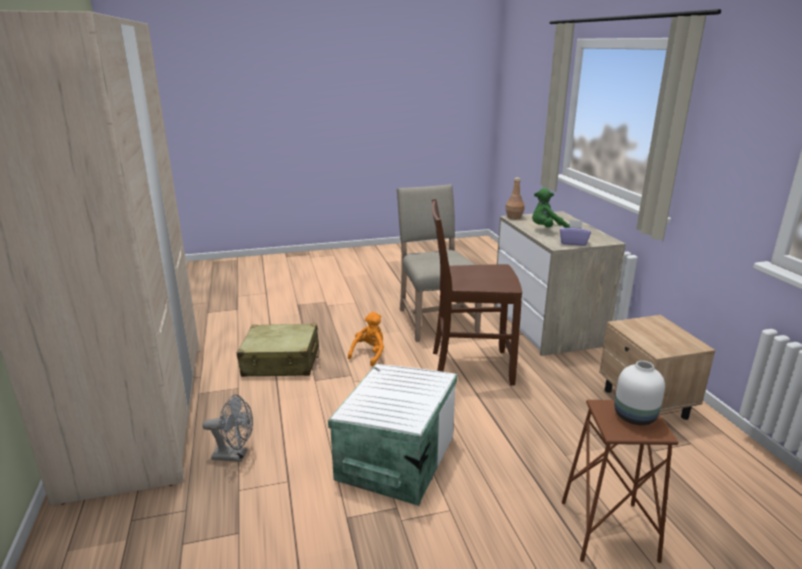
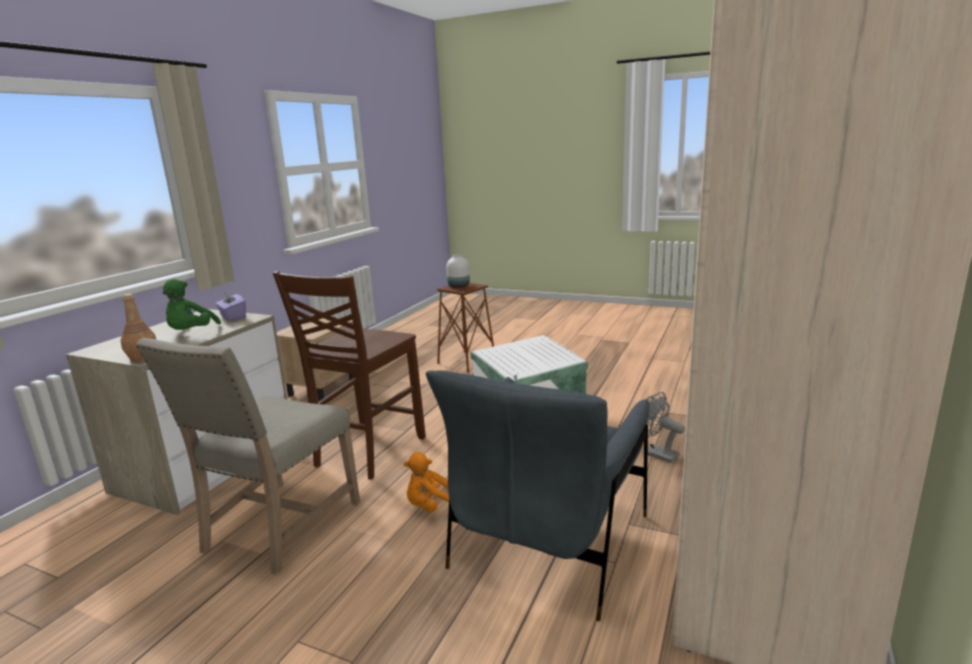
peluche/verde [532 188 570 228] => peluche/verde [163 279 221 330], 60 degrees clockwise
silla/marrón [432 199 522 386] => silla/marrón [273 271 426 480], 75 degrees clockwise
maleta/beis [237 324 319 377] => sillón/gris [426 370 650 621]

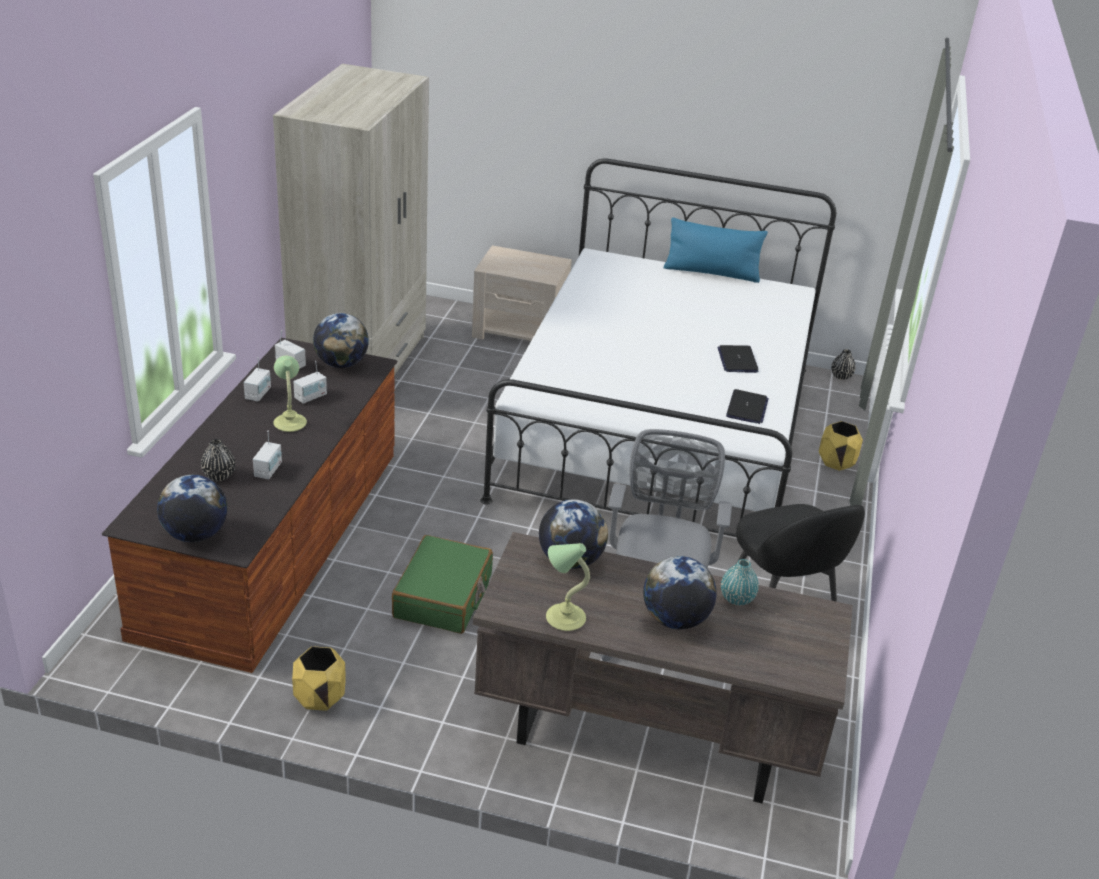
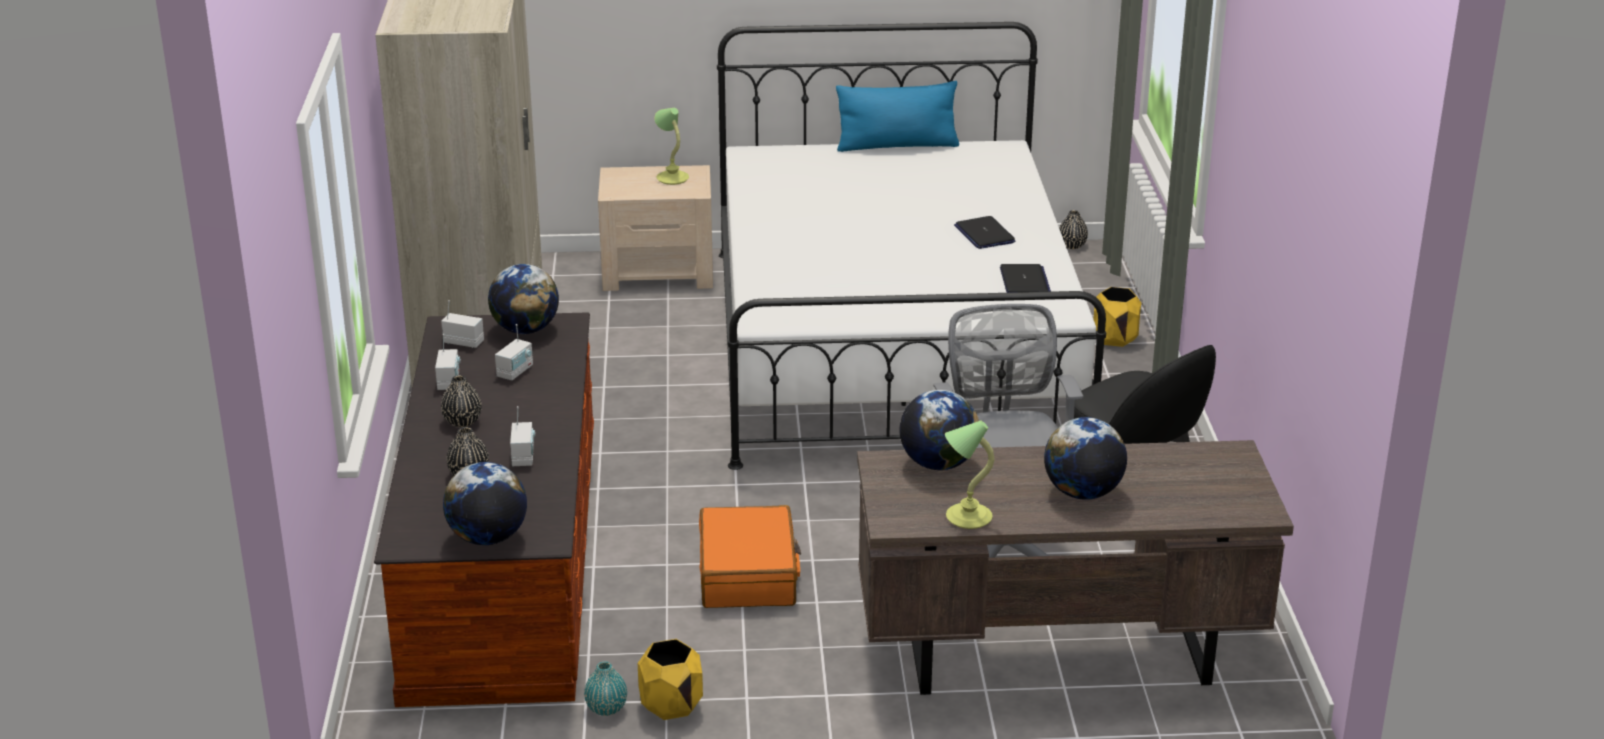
lámpara de mesa [274 356 307 432] => lámpara de mesa [654 108 689 185], moved
maleta/verde [392 535 493 634] => maleta/naranja [699 505 801 608]
florero/turquesa [721 559 759 605] => florero/turquesa [584 661 627 716], moved
nothing => florero/negro [441 375 482 427]

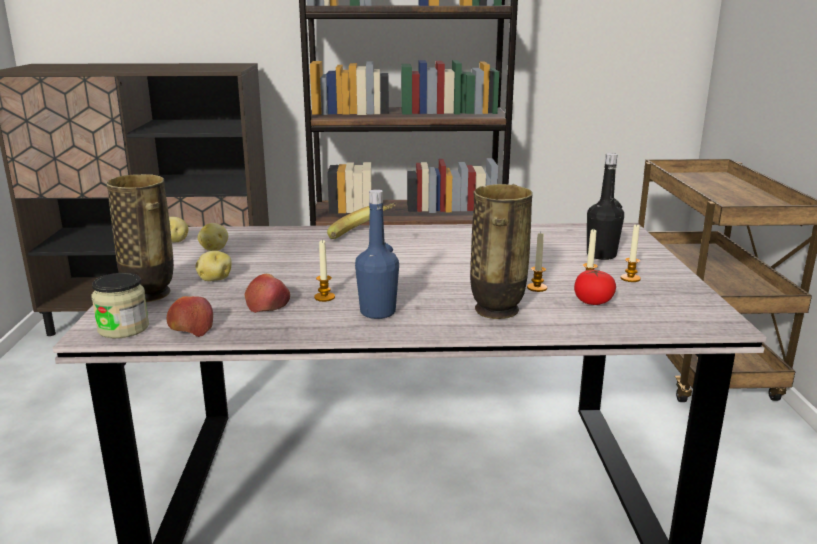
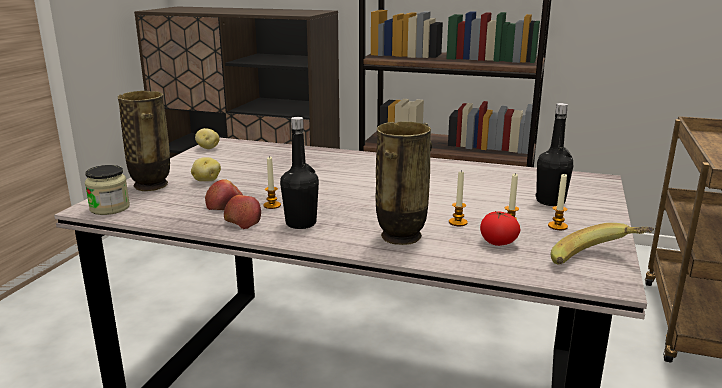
botella/azul [355 189 399 319] => botella/negro [280 117 319 229]
plátano [327 203 397 239] => plátano [551 223 654 265], moved
patata [198 223 228 251] => nothing
manzana [167 296 213 337] => manzana [224 195 261 229], moved

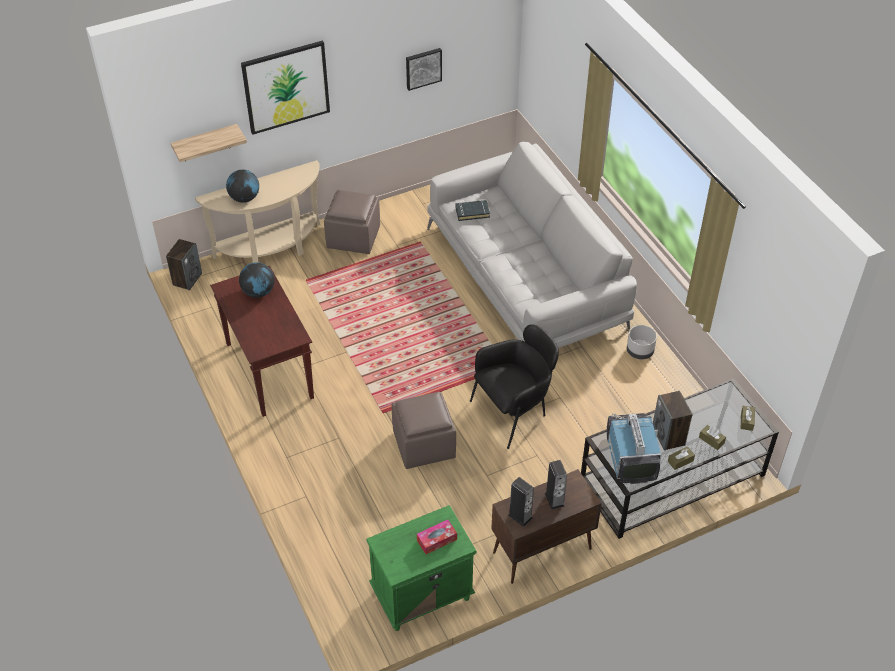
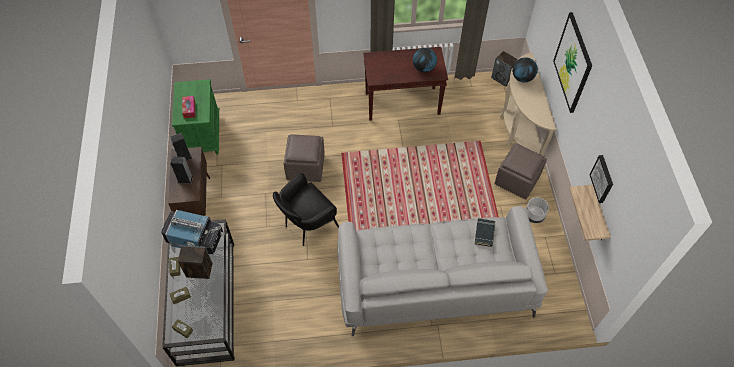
estante [171 124 247 162] => estante [569 185 611 241], moved
sillón/negro [470 324 559 449] => sillón/negro [273 173 339 246], 60 degrees clockwise
maceta/gris [627 325 657 360] => maceta/gris [526 197 549 223], moved

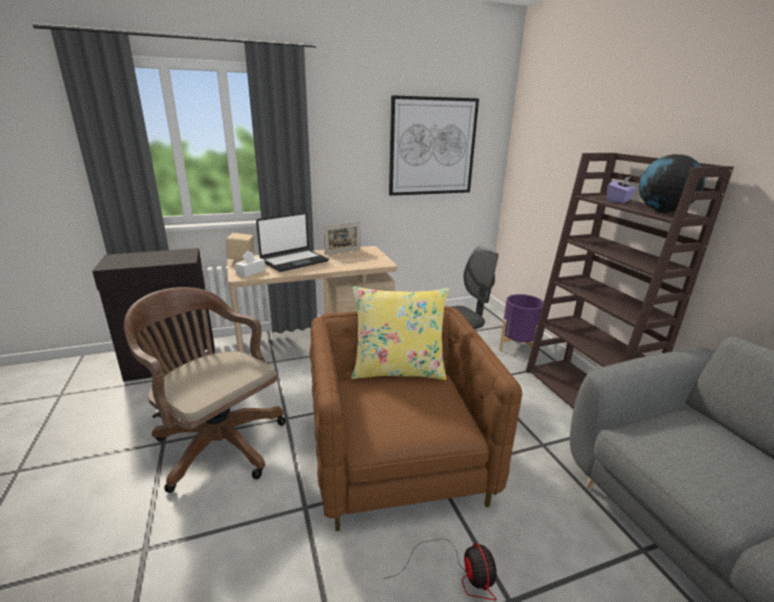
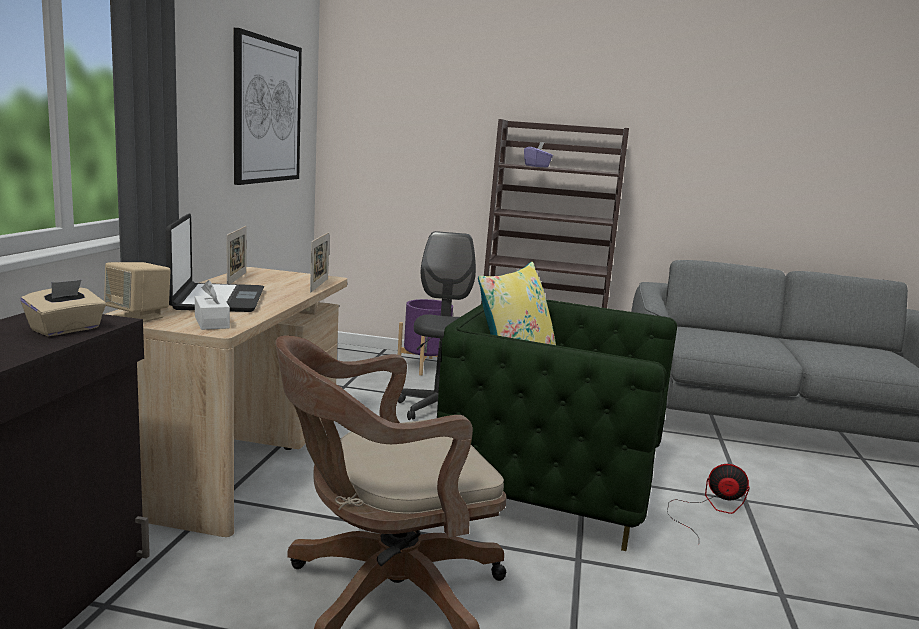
globo terráqueo [639 154 705 213] => nothing
sillón/marrón [309 306 522 531] => sillón/verde [437 299 677 551]
nothing => portarretratos [310 232 329 293]
nothing => caja de pañuelos/beis [21 280 106 336]

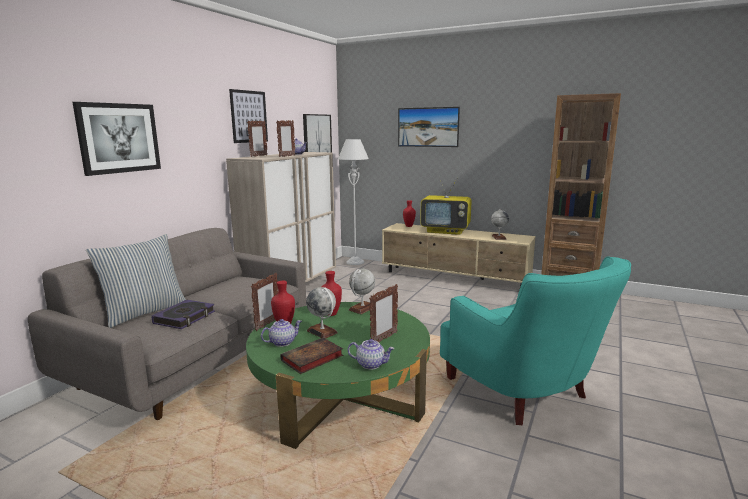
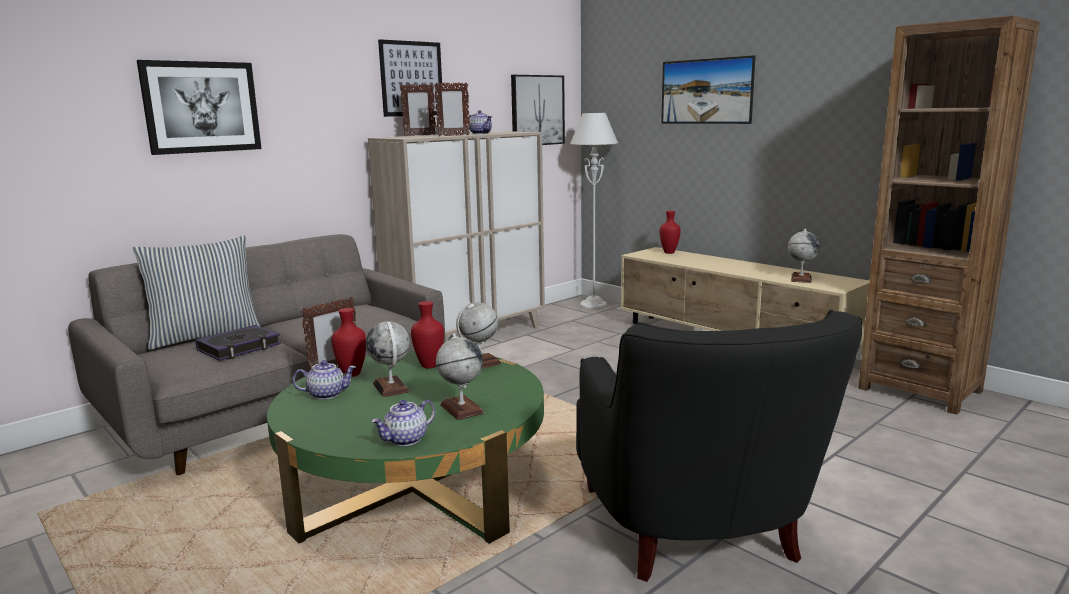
televisor [420 177 472 235] => nothing
sillón/turquesa [440 256 631 425] => sillón/negro [576 310 862 582]
portarretratos [369 284 398 342] => globo terráqueo [436 333 484 420]
libro [281 337 343 374] => nothing
tetera [348 339 395 370] => tetera [371 400 436 446], 105 degrees clockwise

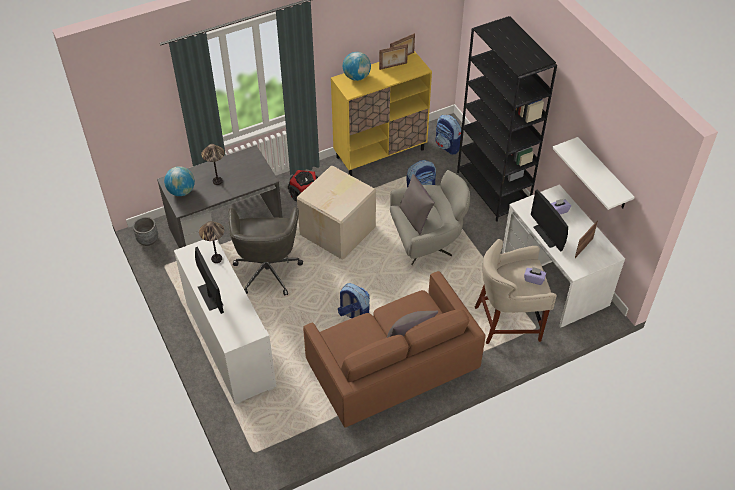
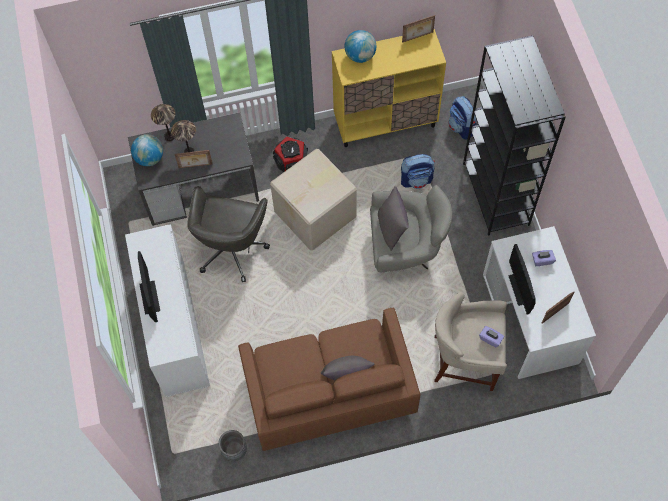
portarretratos [379 44 408 70] => portarretratos [175 150 212 168], moved
estante/blanco [552 137 635 210] => nothing
maceta/gris [133 217 158 246] => maceta/gris [218 430 247 461], moved
lámpara de mesa [199 221 224 263] => lámpara de mesa [151 104 176 141], moved
mochila [338 283 370 318] => nothing

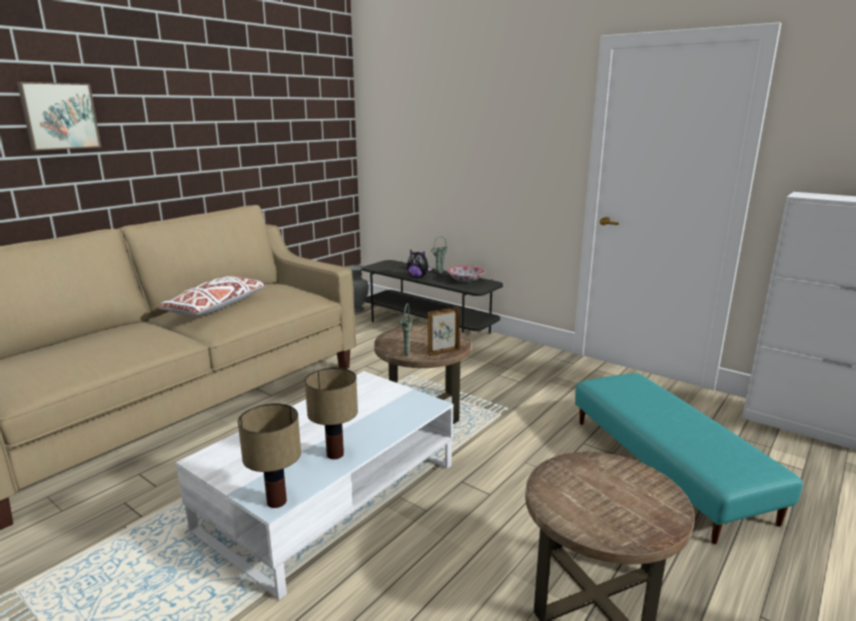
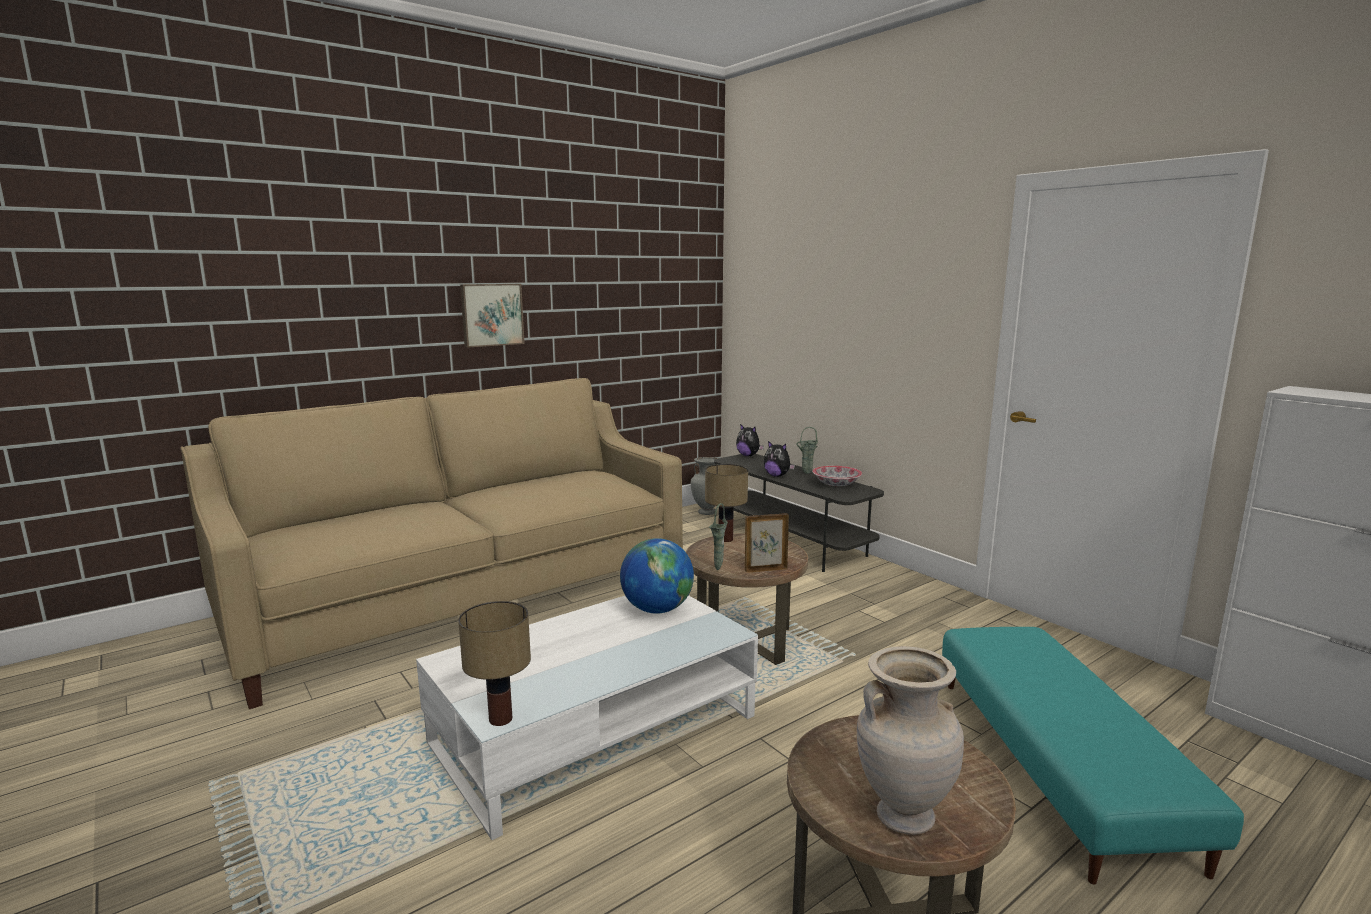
cuadro [17 82 101 151] => cuadro [460 284 525 348], moved
cojín/blanco [157 276 267 316] => nothing
lámpara de mesa [305 368 358 459] => lámpara de mesa [705 464 748 542], moved
nothing => peluche [736 424 764 456]
nothing => globo terráqueo [620 538 694 614]
nothing => florero/beis [857 646 964 835]

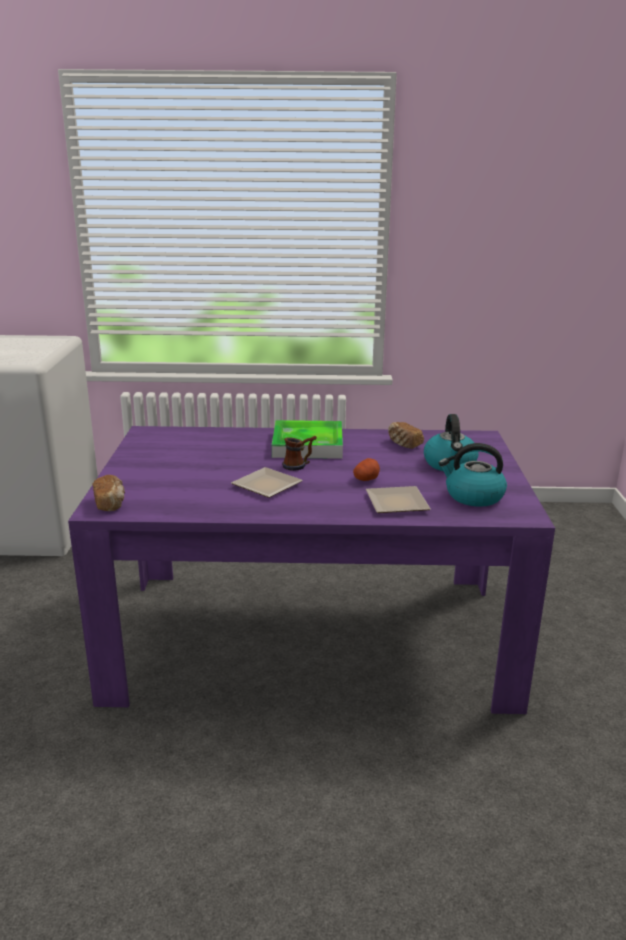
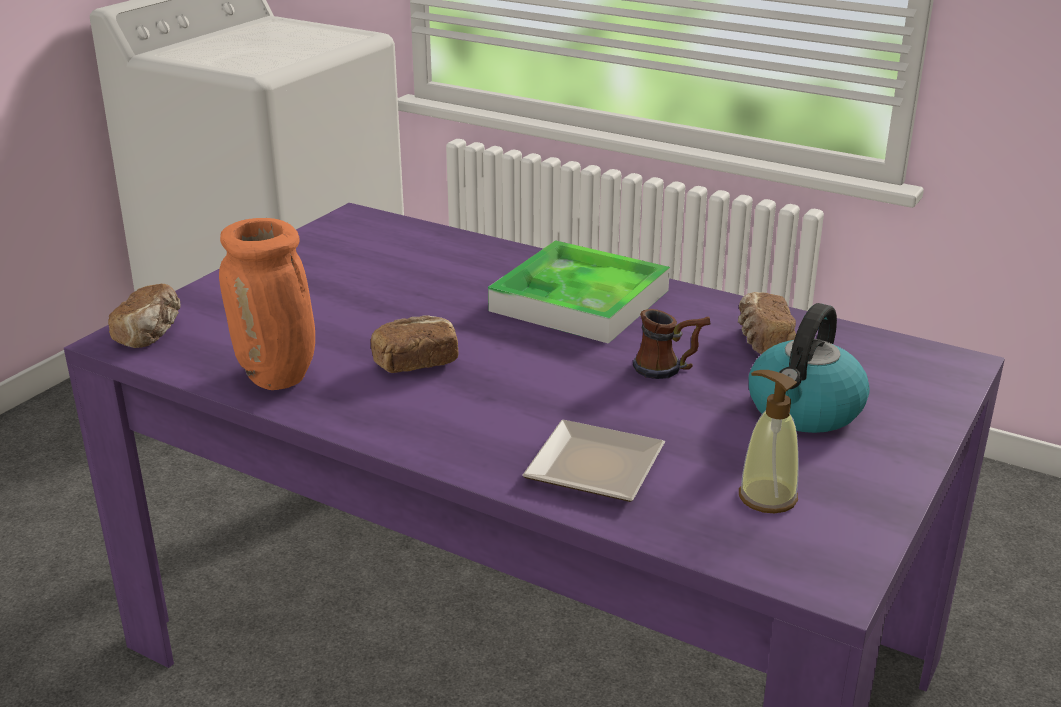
taza grande [282 436 317 471] => taza grande [633 309 710 379], moved
hervidor [439 443 507 507] => dispensador de jabón [739 370 799 513]
patata [353 458 380 481] => nothing
plato [231 467 303 498] => pan [371 315 459 373]
nothing => florero/naranja [219 218 315 390]

